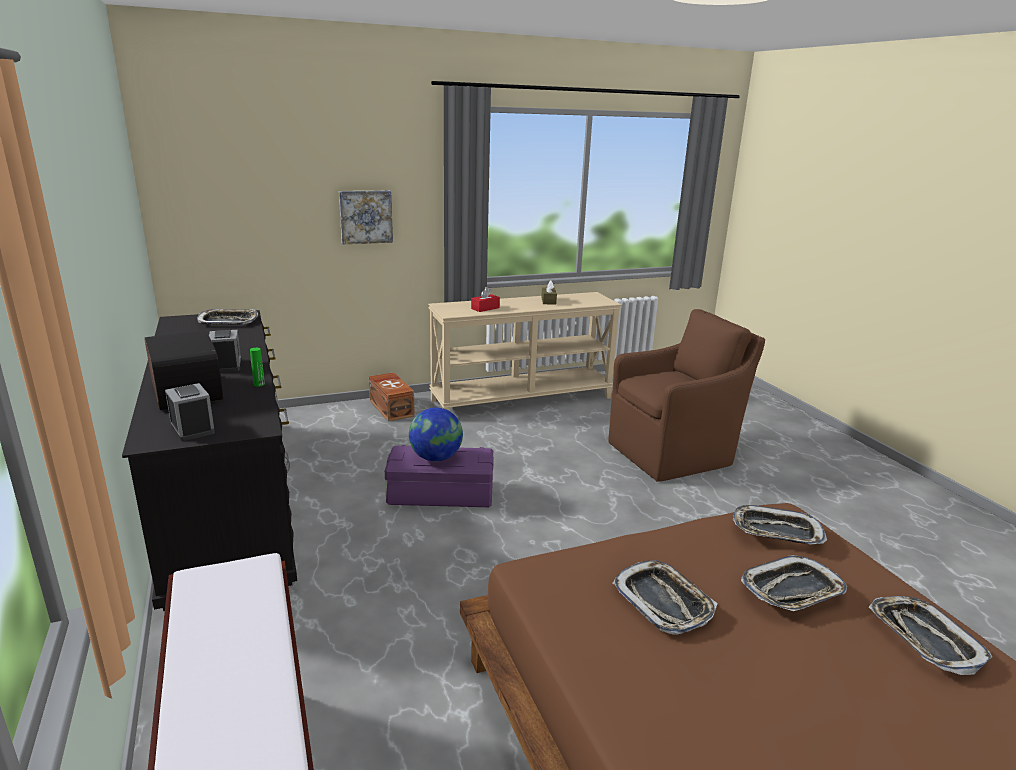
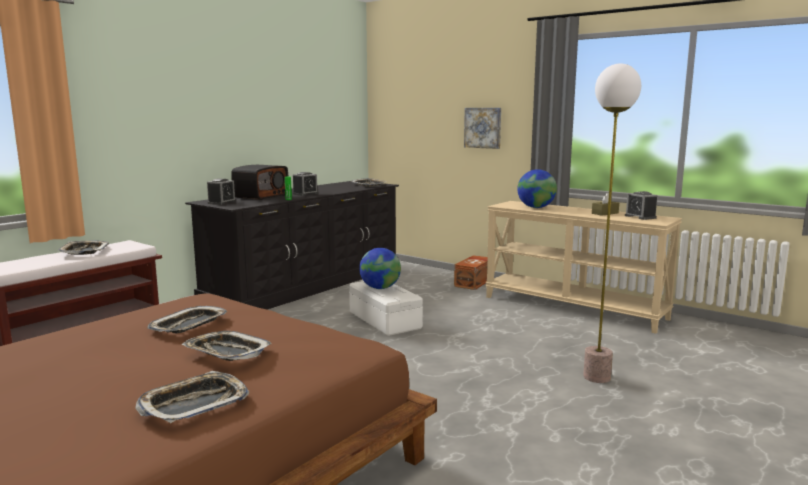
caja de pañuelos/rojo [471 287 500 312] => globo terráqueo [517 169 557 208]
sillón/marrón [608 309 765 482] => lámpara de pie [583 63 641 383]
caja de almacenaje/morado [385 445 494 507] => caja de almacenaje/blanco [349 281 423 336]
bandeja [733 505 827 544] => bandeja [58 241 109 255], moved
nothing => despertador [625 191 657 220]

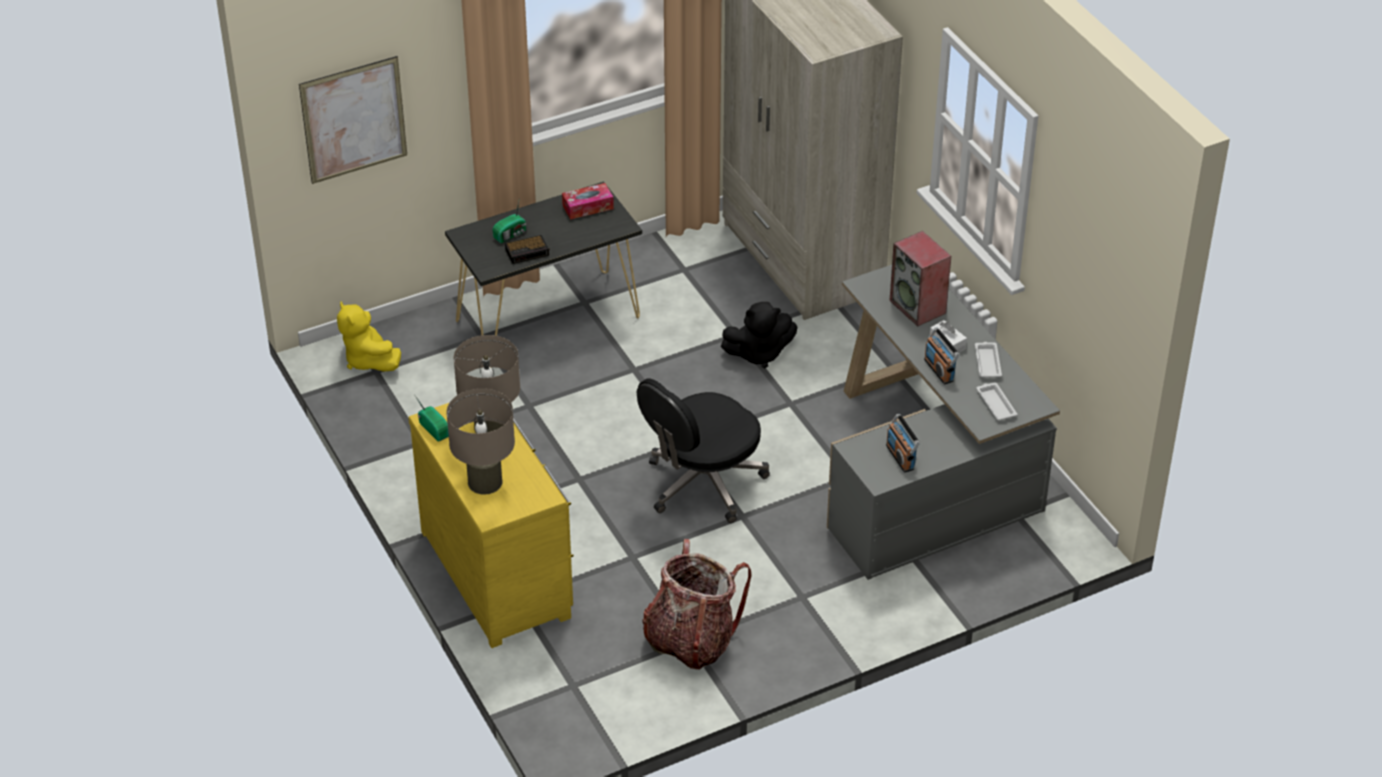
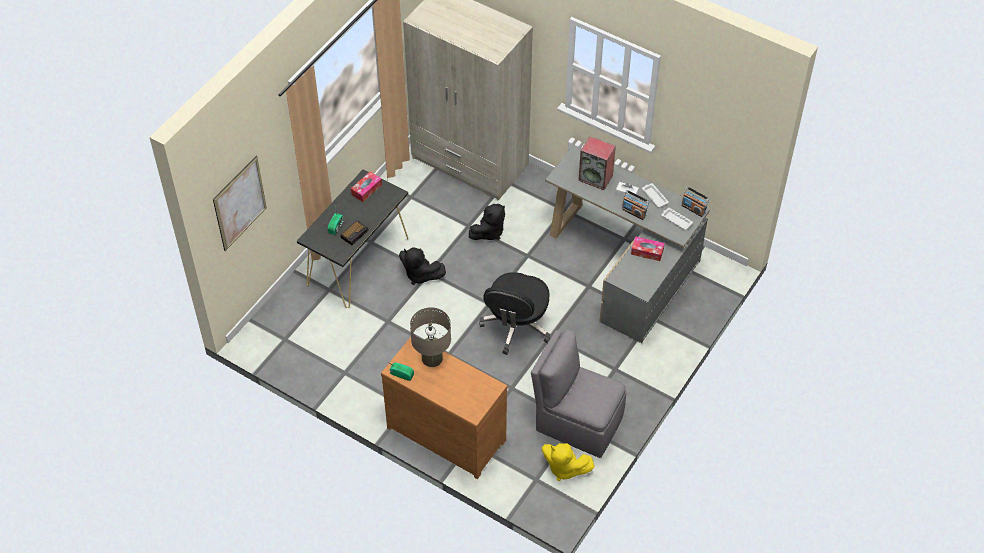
peluche/amarillo [337 302 401 372] => peluche/amarillo [542 443 595 481], moved
lámpara de mesa/beis [446 388 515 495] => nothing
cómoda/amarillo [408 402 574 648] => cómoda/marrón [381 337 508 479]
radio [886 414 920 473] => radio [681 186 710 217], moved
mochila [642 539 752 670] => silla/gris [531 330 626 458]
nothing => caja de pañuelos [631 236 665 261]
nothing => peluche/negro [399 247 446 285]

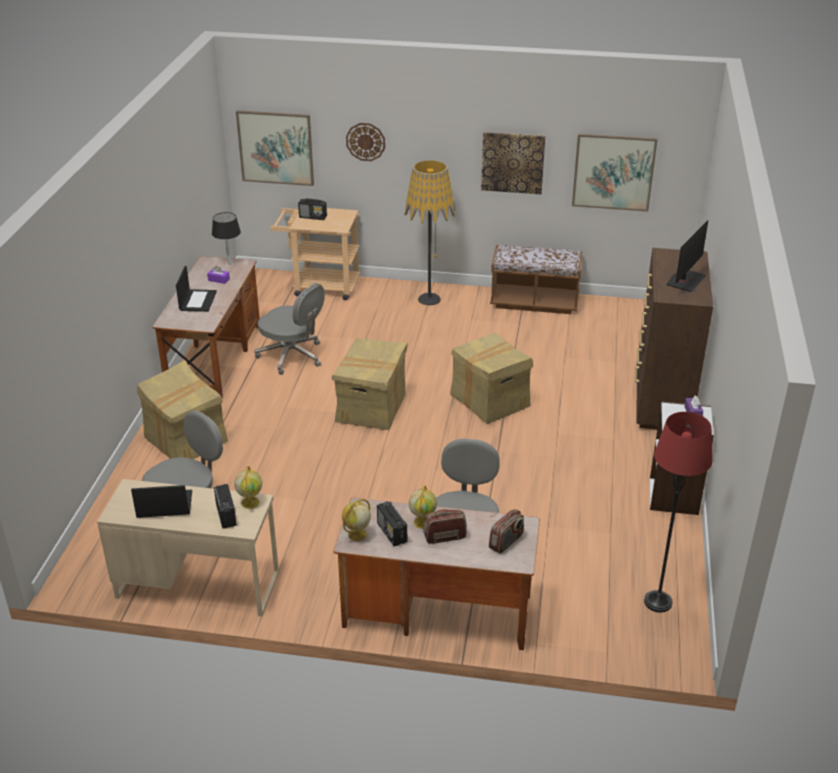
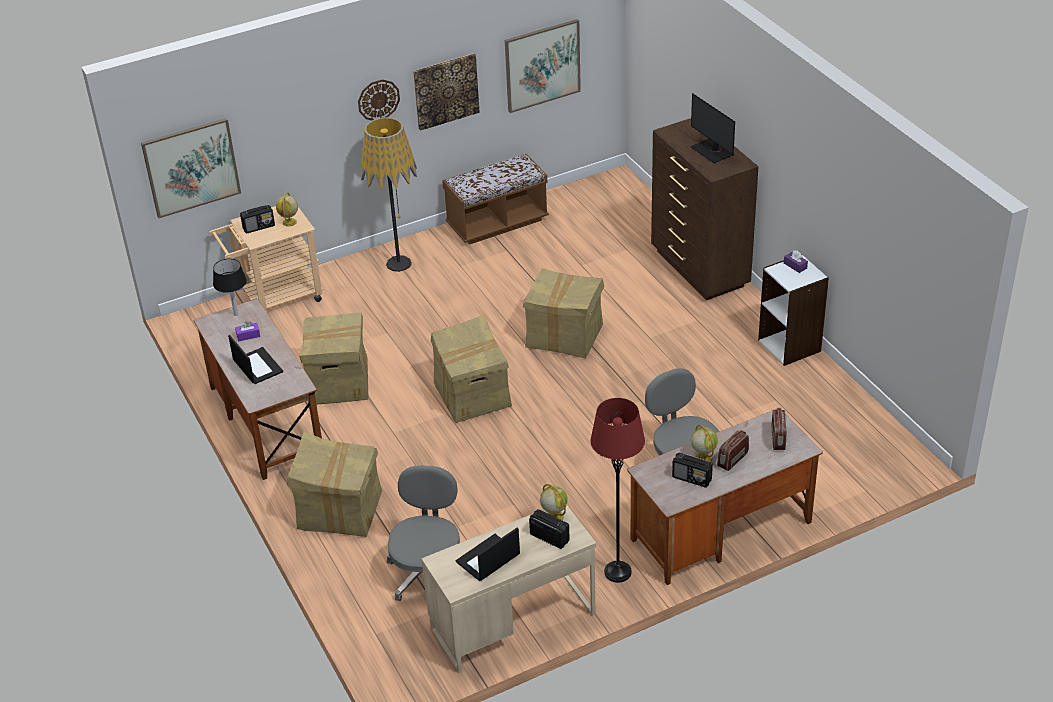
reloj de pared [346 123 385 161] => reloj de pared [358 79 400 121], moved
monitor [667 220 708 292] => monitor [691 93 735 163], 150 degrees clockwise
silla de oficina/gris [254 283 325 375] => caja de cartón [299 312 368 405]
lámpara de pie/rojo [644 412 712 613] => lámpara de pie/rojo [591 398 645 583], moved
globo terráqueo [342 499 371 541] => globo terráqueo [276 192 298 227], moved

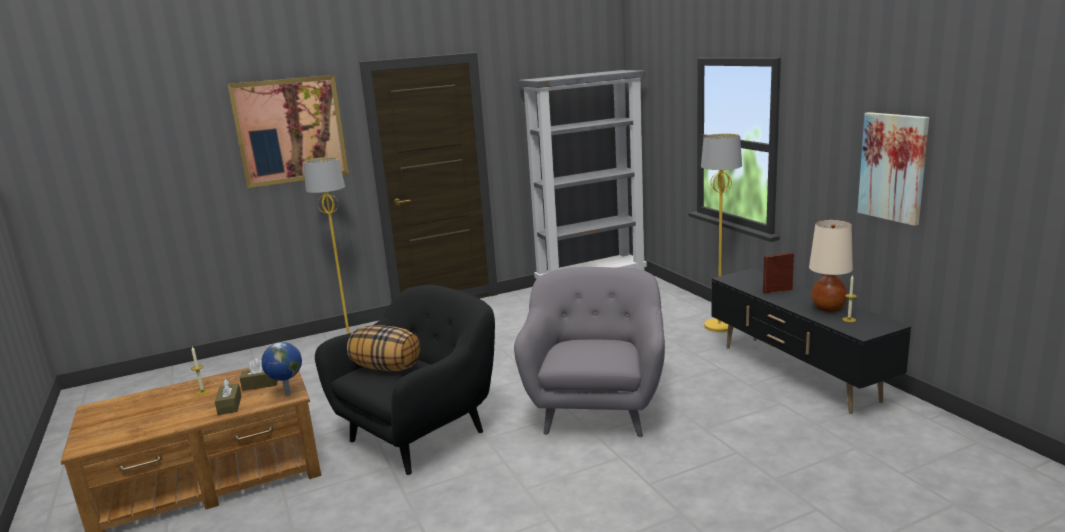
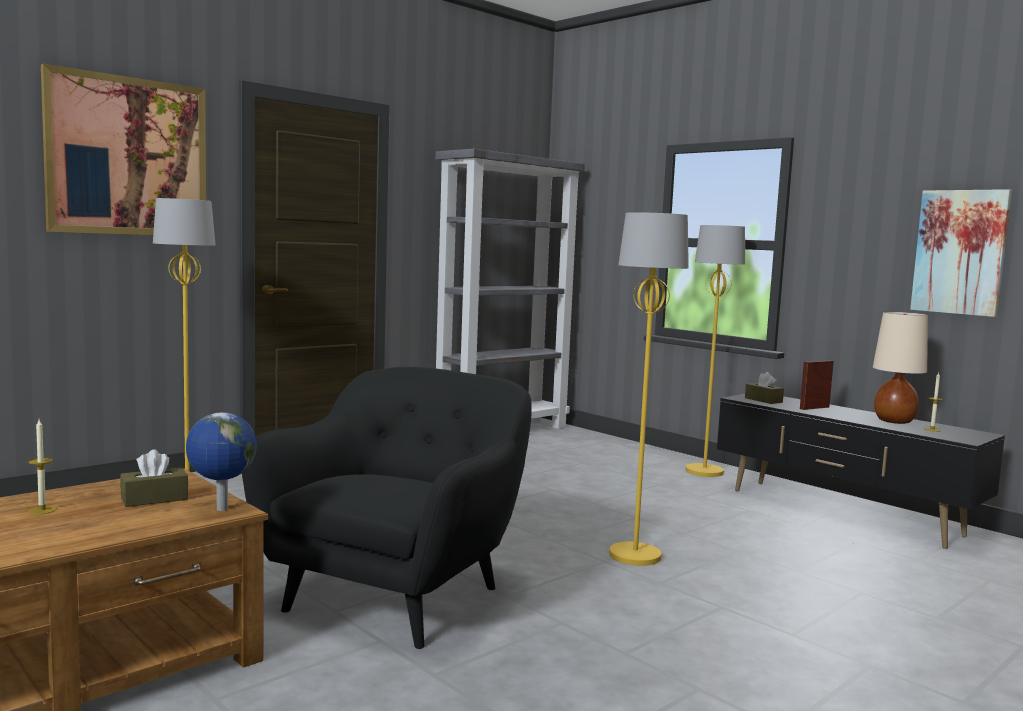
sillón/gris [514 267 665 437] => lámpara de pie/amarillo [609 212 689 566]
cojín [347 325 420 371] => nothing
caja de pañuelos/marrón [215 378 241 415] => caja de pañuelos/marrón [745 372 784 404], moved

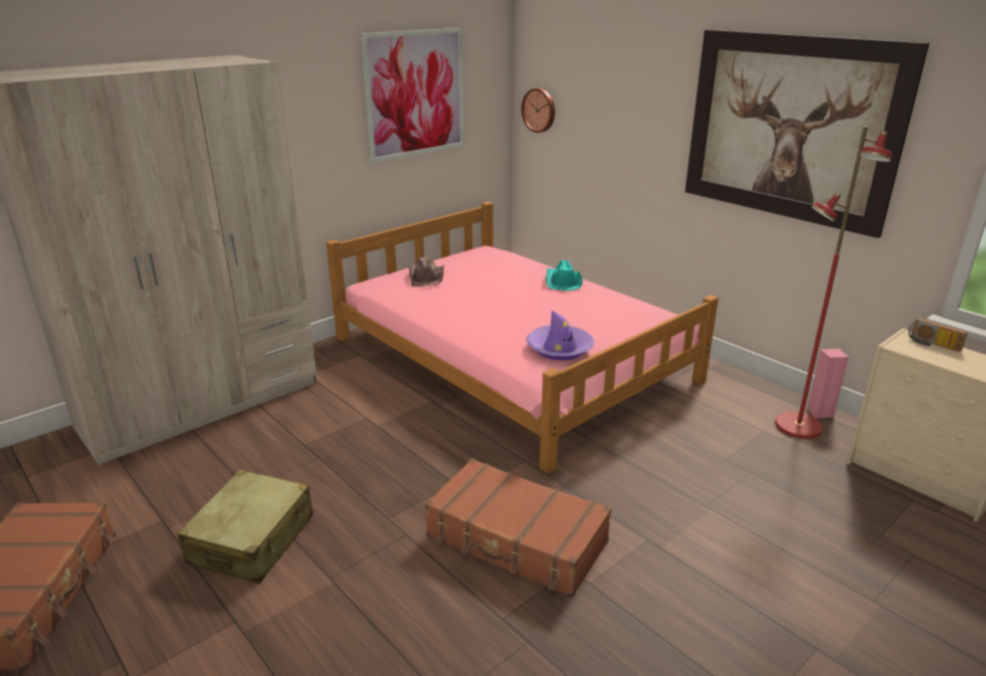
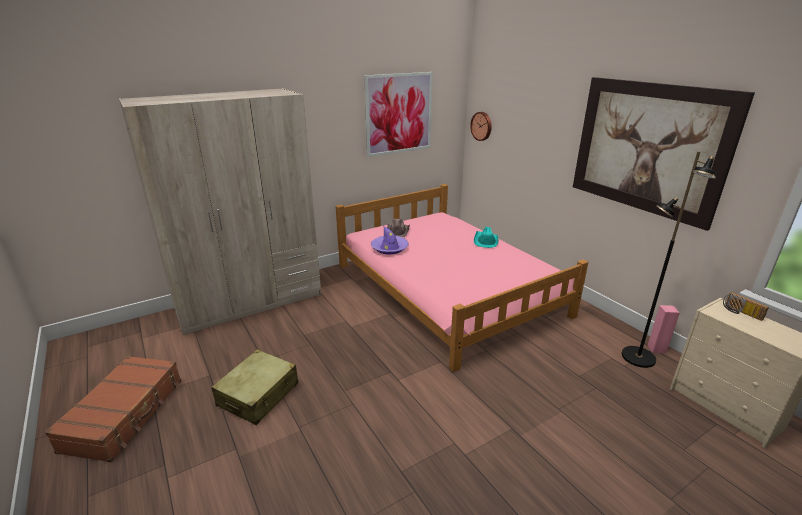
lámpara de pie/rojo [775 126 892 439] => lámpara de pie/negro [622 152 717 368]
sombrero/morado [526 311 594 360] => sombrero/morado [371 226 409 255], moved
maleta/marrón [425 458 611 598] => nothing

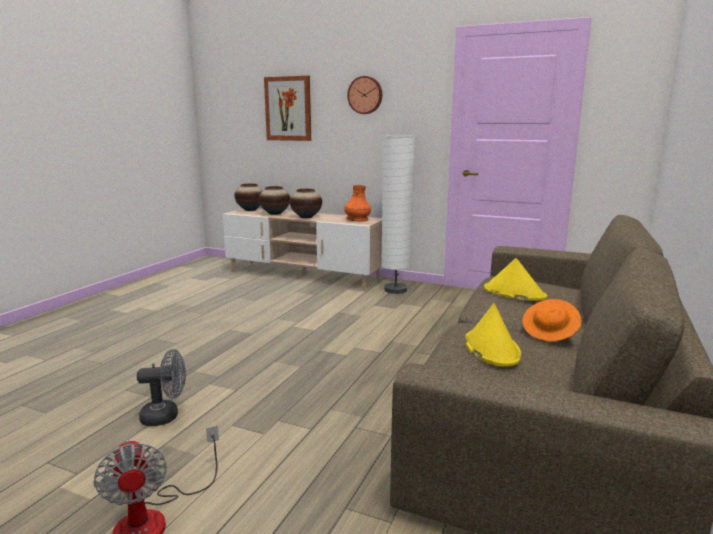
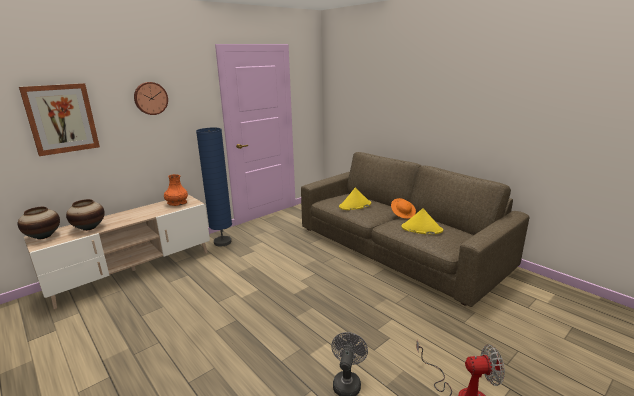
lámpara de pie/blanco [381 135 415 294] => lámpara de pie/azul [196 128 232 247]
florero [290 189 322 218] => nothing

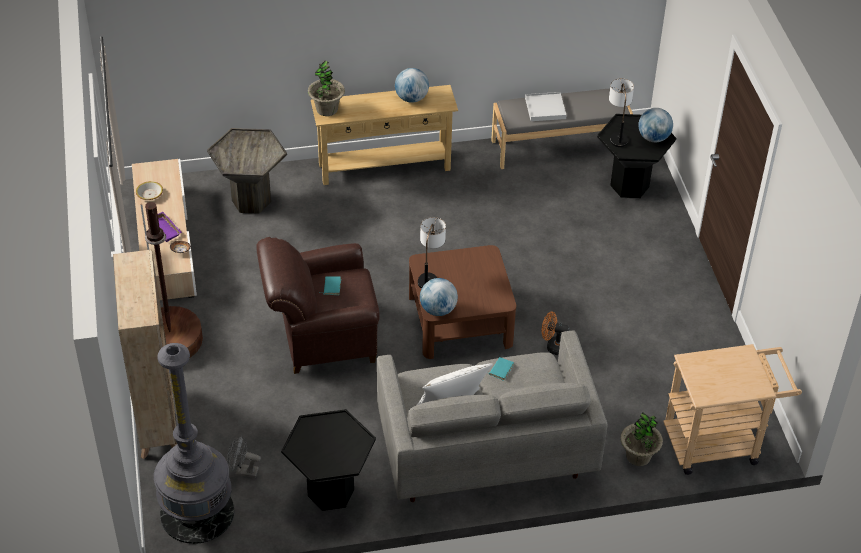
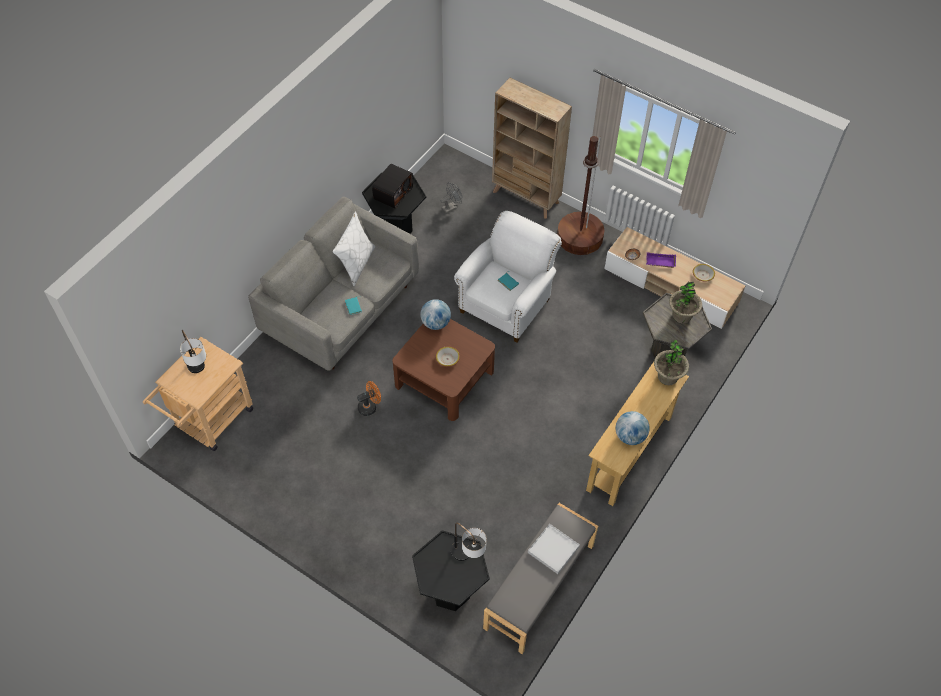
globo terráqueo [638 108 673 142] => nothing
lámpara de mesa [418 217 446 289] => lámpara de mesa [180 330 206 373], moved
sillón/marrón [256 237 380 374] => sillón/blanco [454 211 562 342]
lámpara de pie/gris [154 343 234 544] => nothing
planta en maceta [620 412 663 466] => planta en maceta [669 281 702 323], moved
nothing => radio [372 164 413 208]
nothing => cuenco [436 347 460 367]

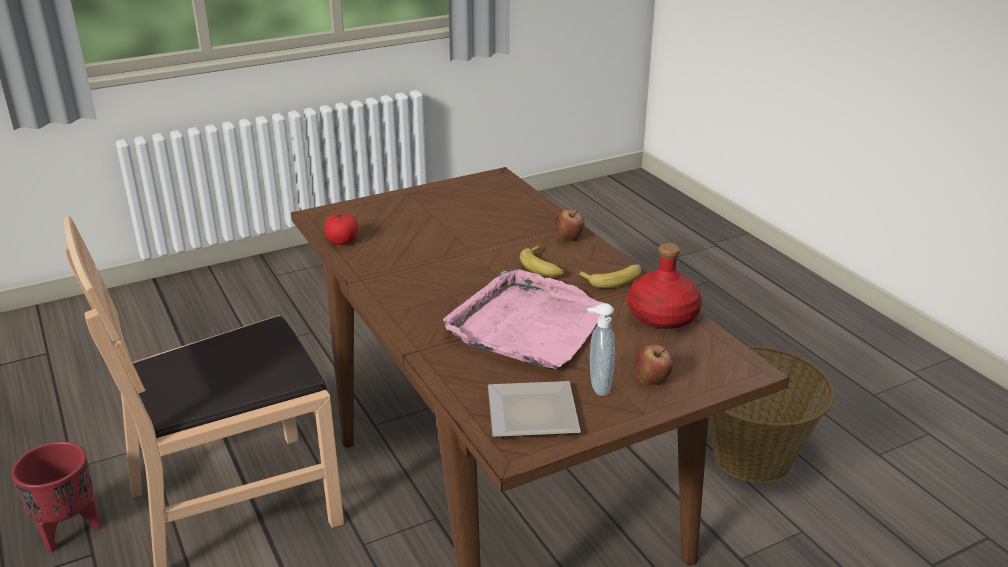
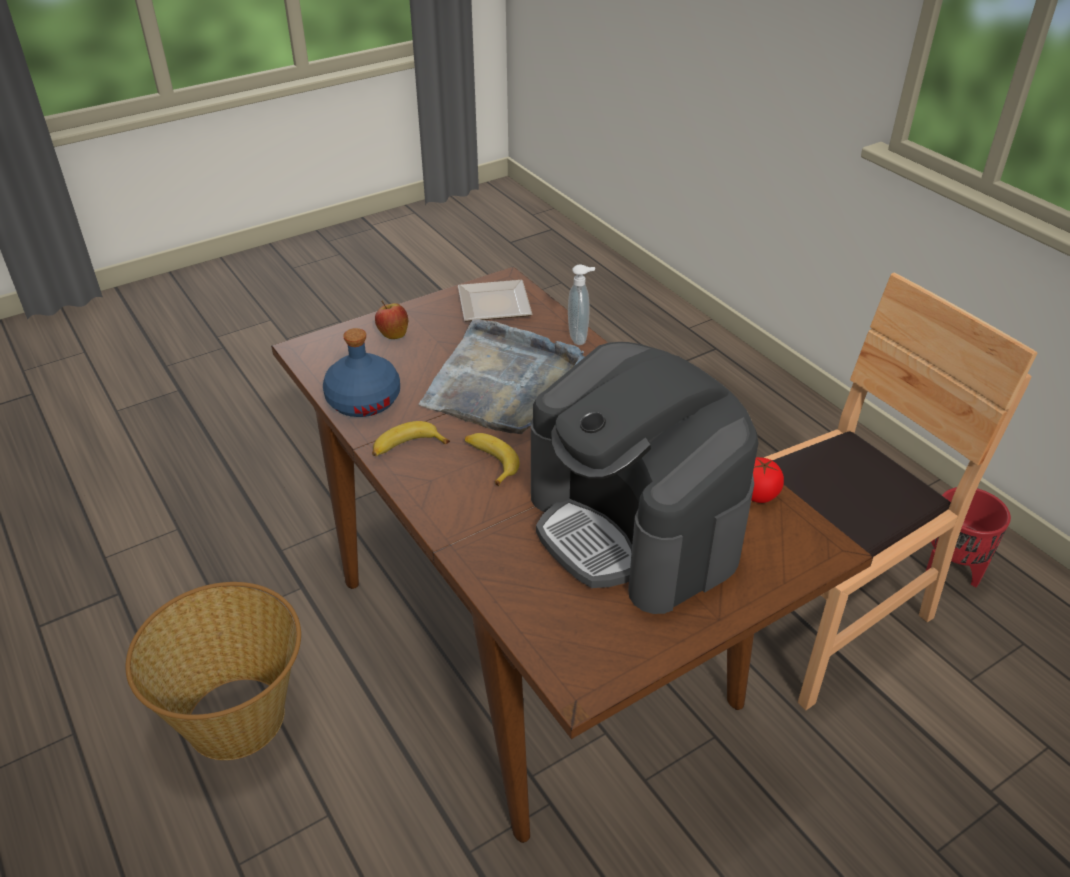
manzana [554 209 585 241] => nothing
botella/rojo [628 243 702 329] => botella/azul [323 328 400 417]
bandeja/rosa [443 269 603 369] => bandeja/gris [419 319 584 434]
dispensador de jabón [587 303 615 396] => dispensador de jabón [568 264 595 345], moved
nothing => cafetera [531 342 759 614]

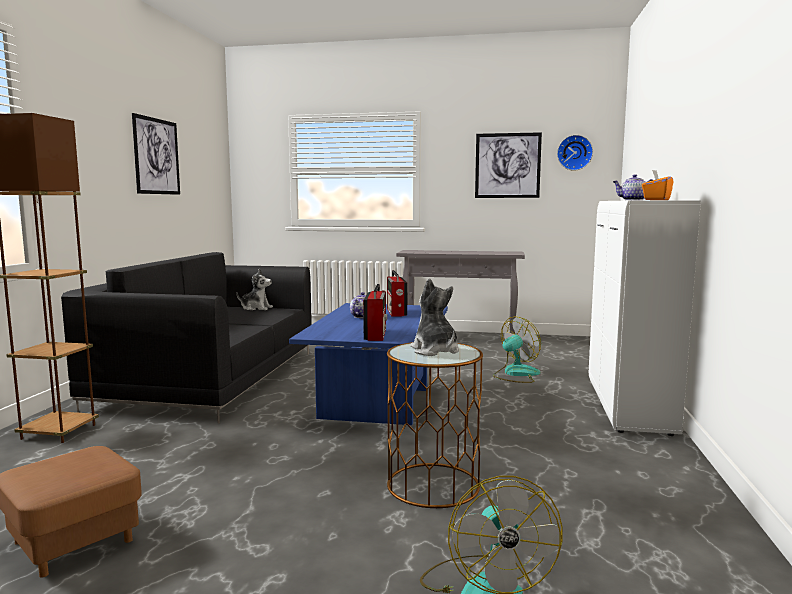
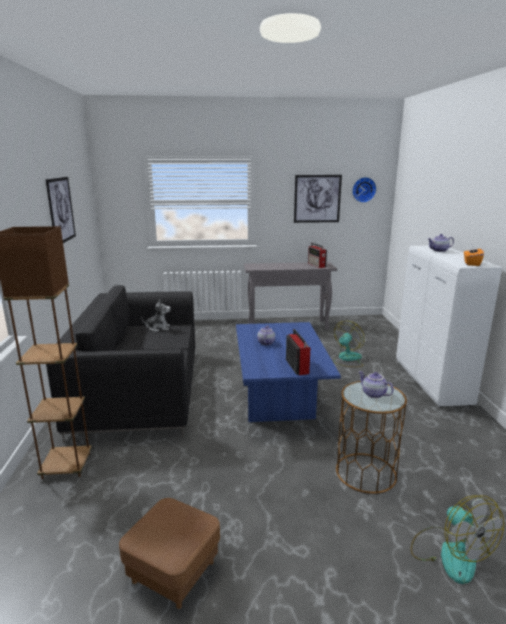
radio [387 270 407 317] => radio [308 243 327 268], moved
peluche [410 279 459 356] => tetera [359 371 394 398]

